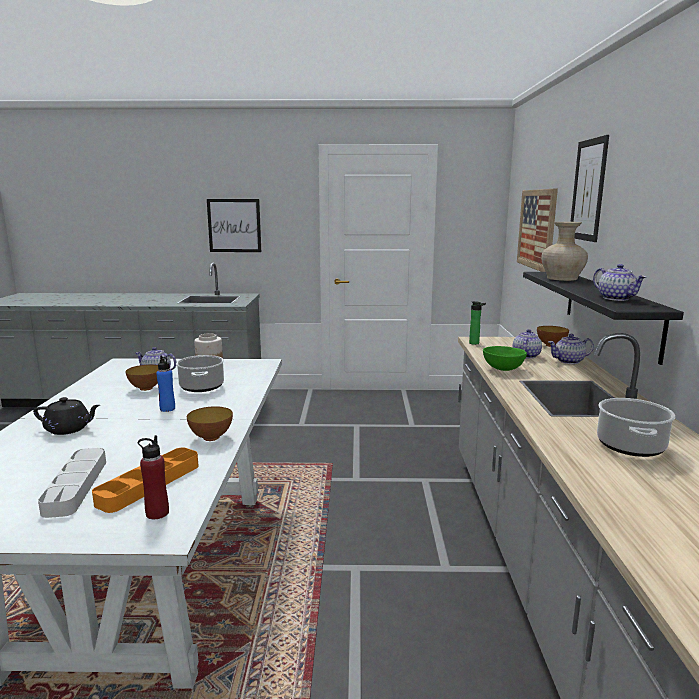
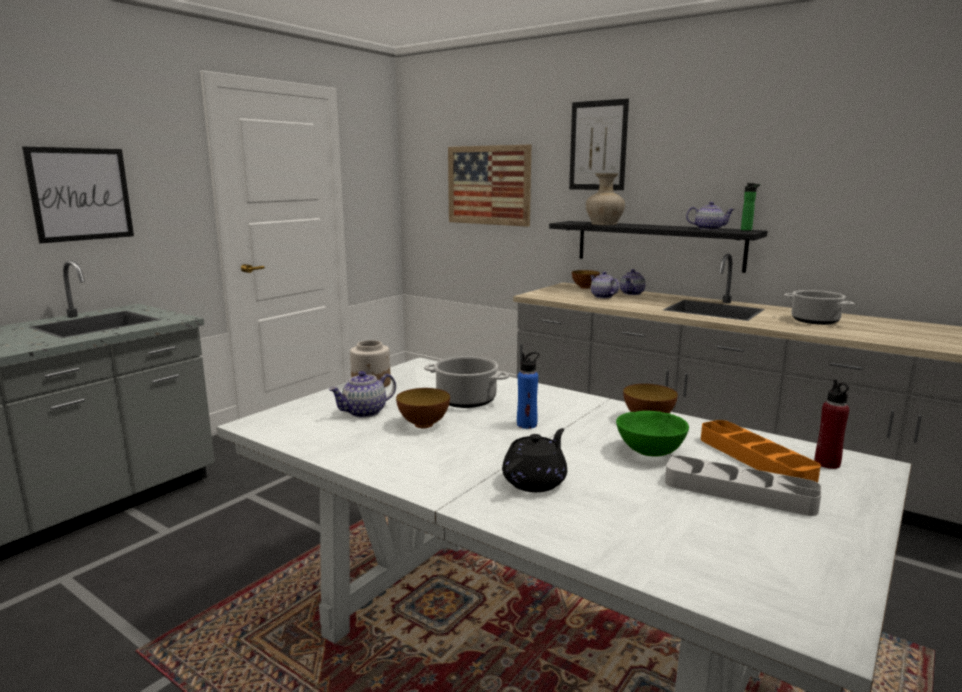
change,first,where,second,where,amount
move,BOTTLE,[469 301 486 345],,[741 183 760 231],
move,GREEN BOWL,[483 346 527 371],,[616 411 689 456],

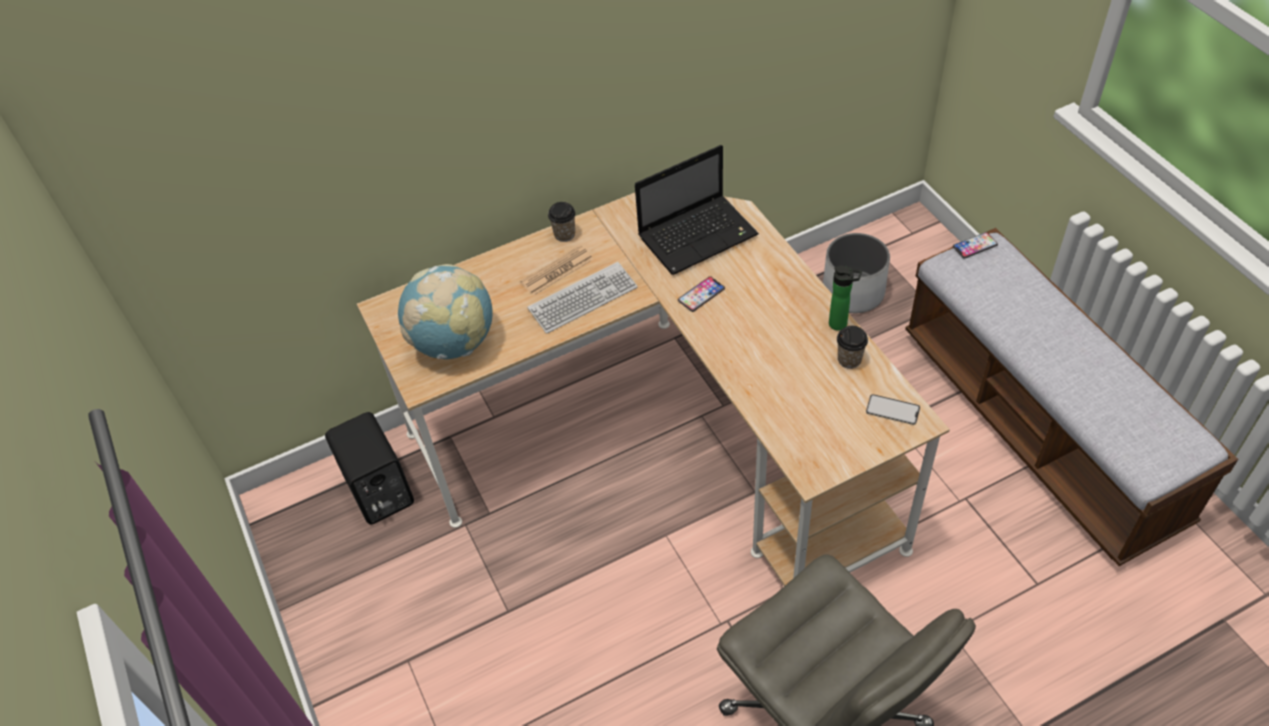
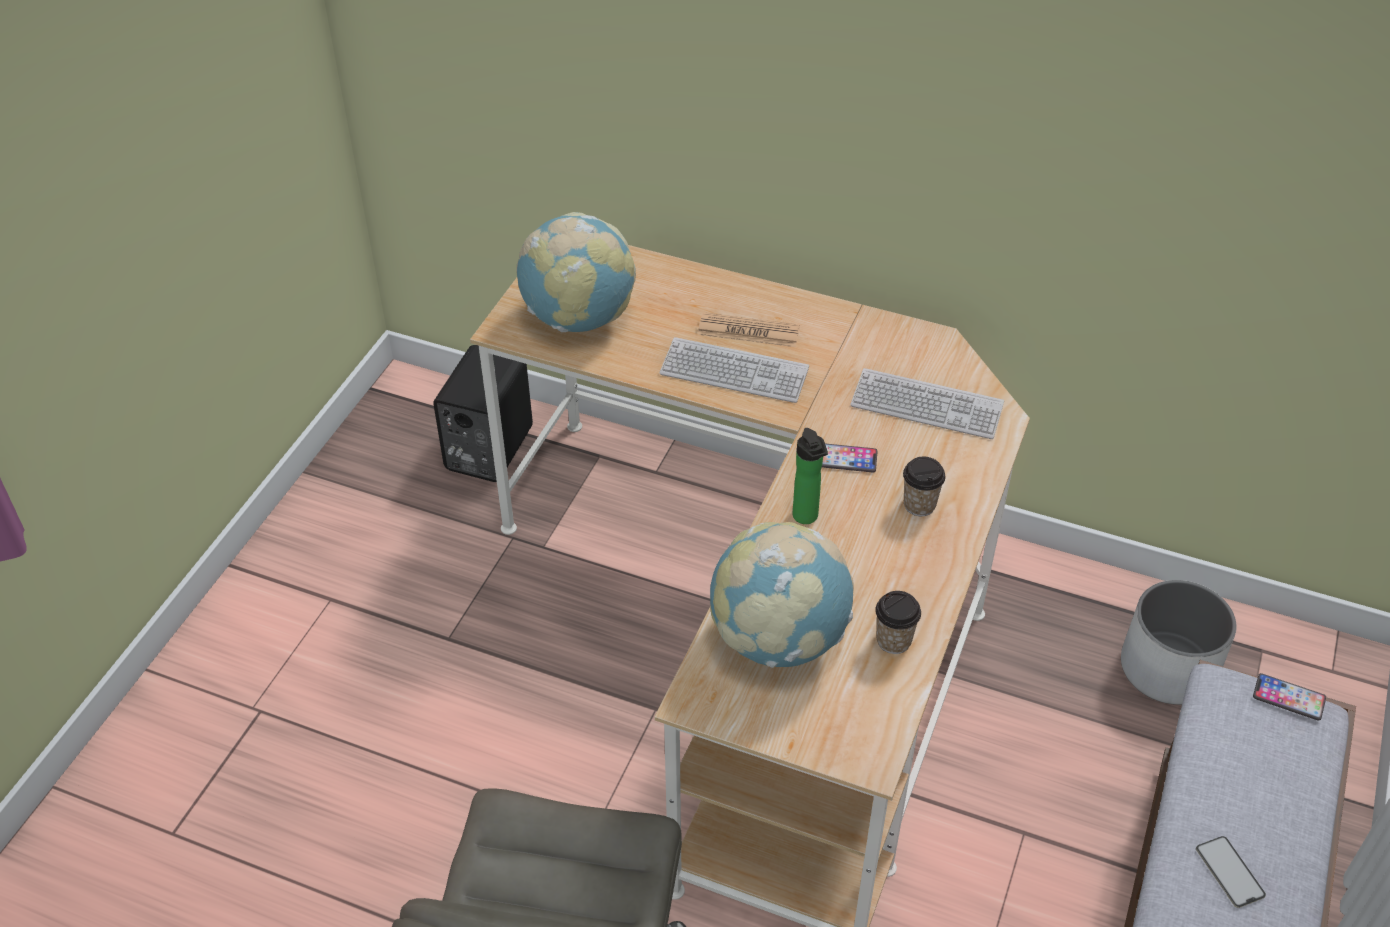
change,first,where,second,where,amount
insert,,,GLOBE,[710 522 854 668],
move,CUP,[548 202 575 242],,[903 457 945 516],
move,BOTTLE,[829 265 862 331],,[792 428 828 524],
move,PHONE,[866 394 920 425],,[1196 836 1266 908],
replace,LAPTOP,[635 145 759 275],KEYBOARD,[850 368 1004 439],

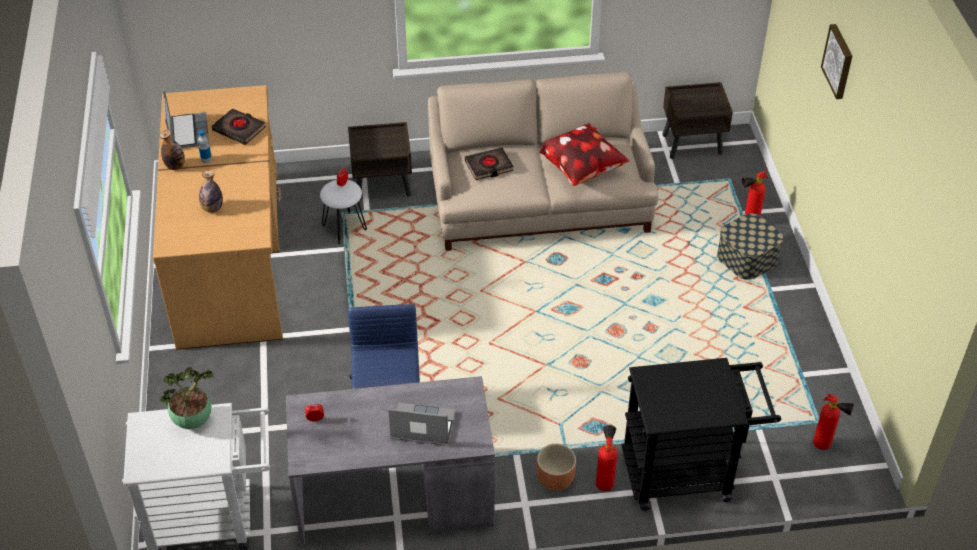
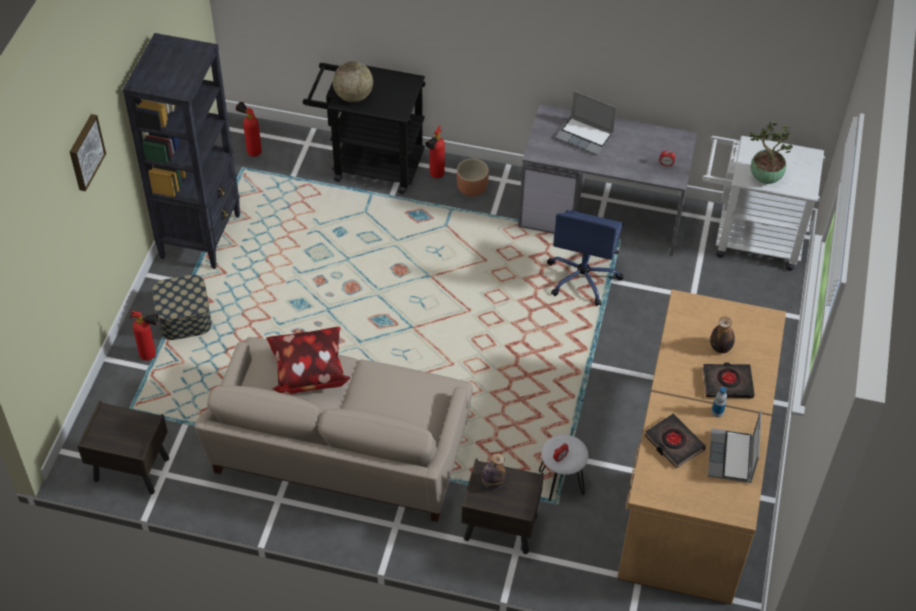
change,first,where,second,where,amount
insert,,,BLACK BOOKCASE,[123 33 240 269],
insert,,,GLOBE,[333 61 373 102],
move,BOTTLE,[159 130 185 170],,[482 454 506 490],
move,BLACK BOOK,[464 148 513 180],,[703 362 755 398],

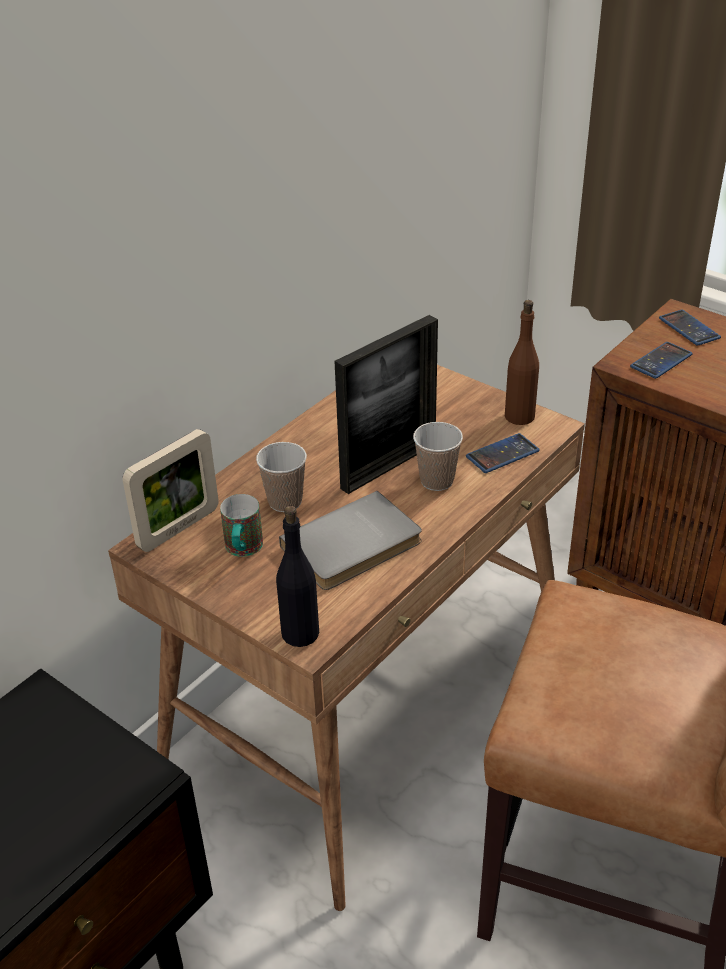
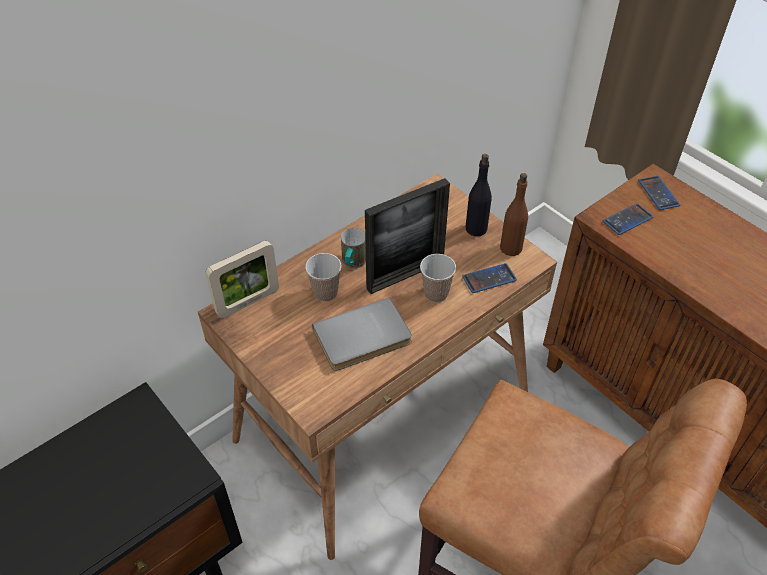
change,first,where,second,where,amount
move,MUG,[220 494 263 557],,[341 228 366 268],
move,BLACK BOTTLE,[276 506 319 647],,[466 154 492 236],

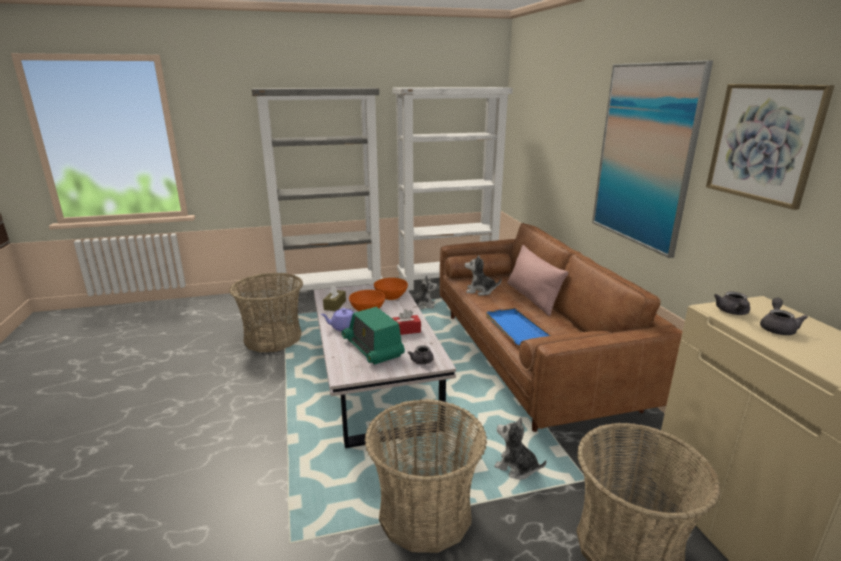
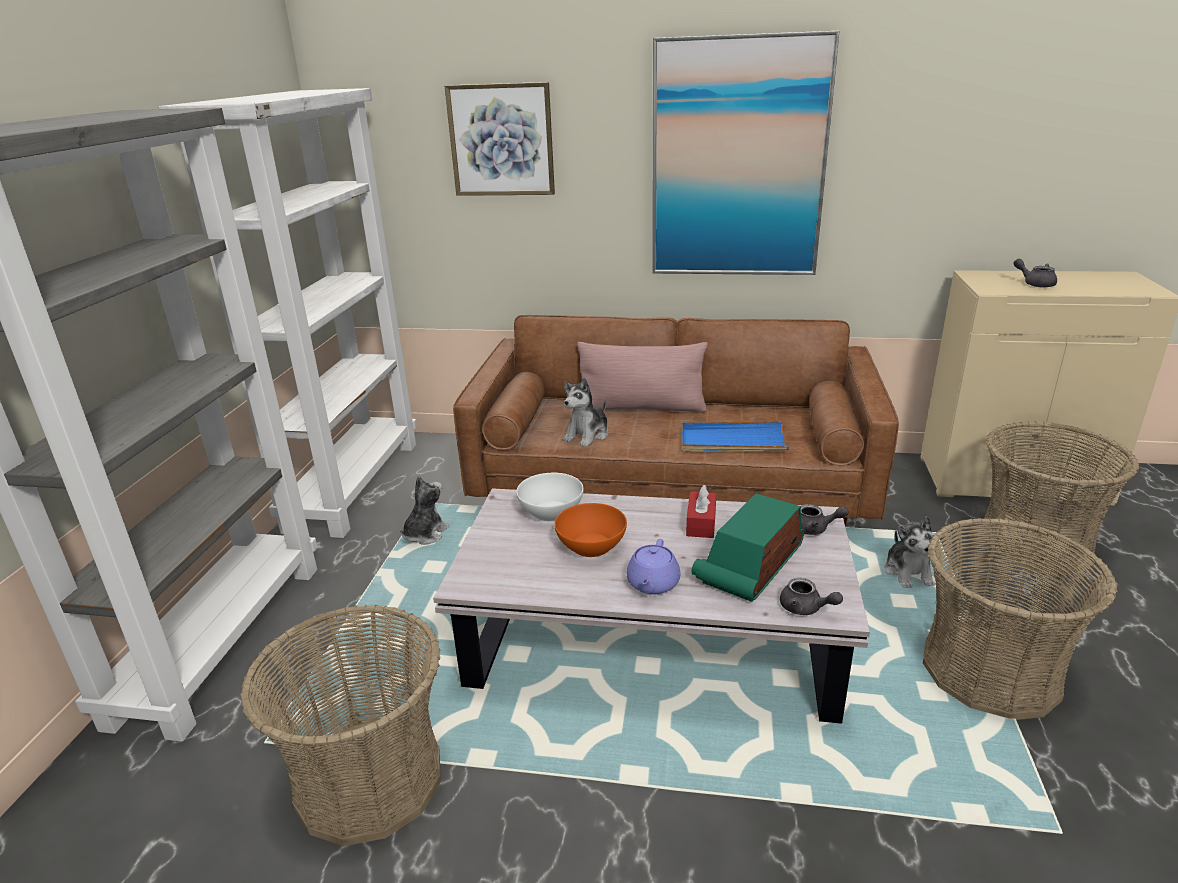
change,first,where,second,where,amount
delete,BROWN TISSUE BOX,[323 285 346 311],,,
move,PICTURE,[706 84 835 210],,[445 82 555 196],
move,GREY TEAPOT,[714 291 750 315],,[780 578 843 615],
recolor,ORANGE BOWL,[374 278 408 300],WHITE BOWL,[516 473 584 521],
rotate,RADIO,[342 307 405 365],,[692 494 804 602],135 degrees clockwise
rotate,PLUSH TOY,[494 417 547 479],,[884 516 935 588],60 degrees counterclockwise

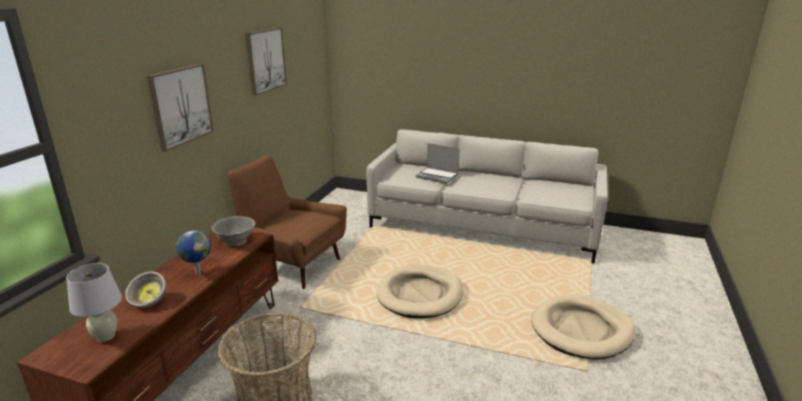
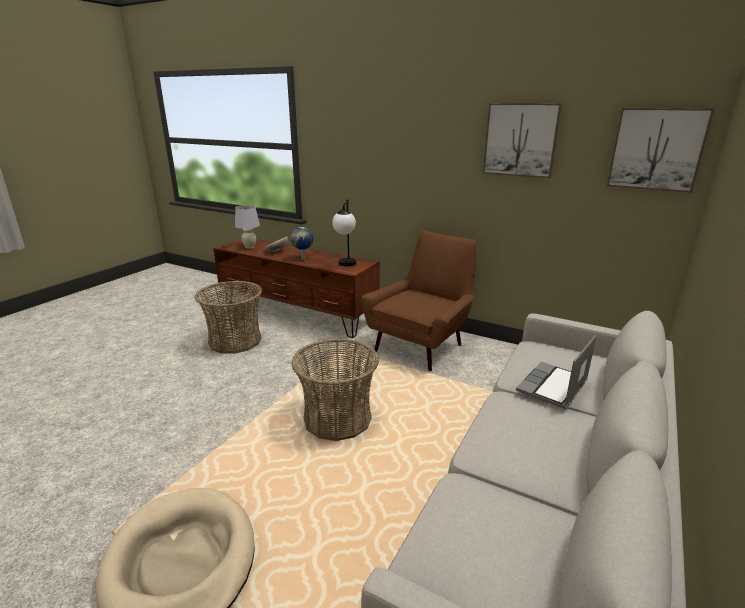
change,first,where,second,where,amount
move,PICTURE,[147 64 214 151],,[607 108 714 193],
replace,GREY BOWL,[212 216 256 247],TABLE LAMP,[332 199 356 266],
replace,BEIGE DOG BED,[377 264 463 319],BASKET,[291 339 379 441],

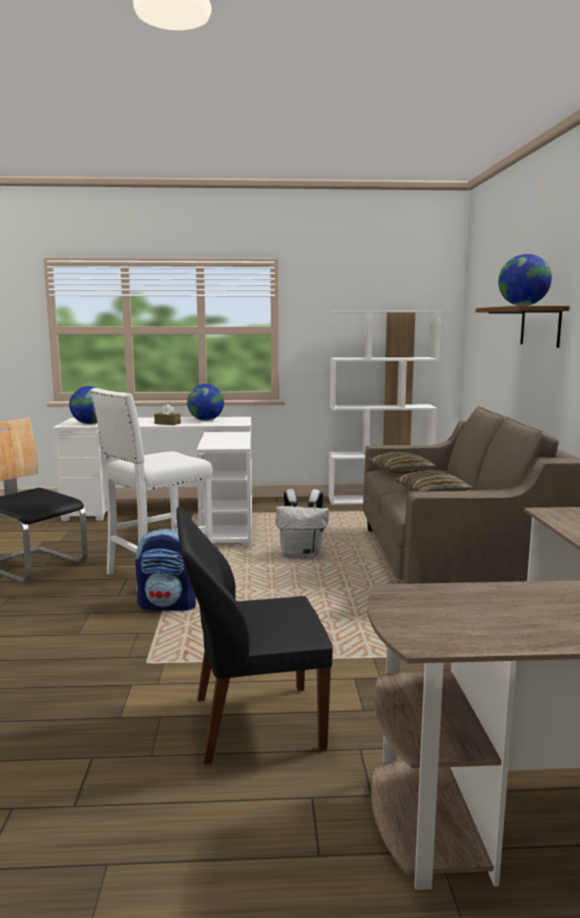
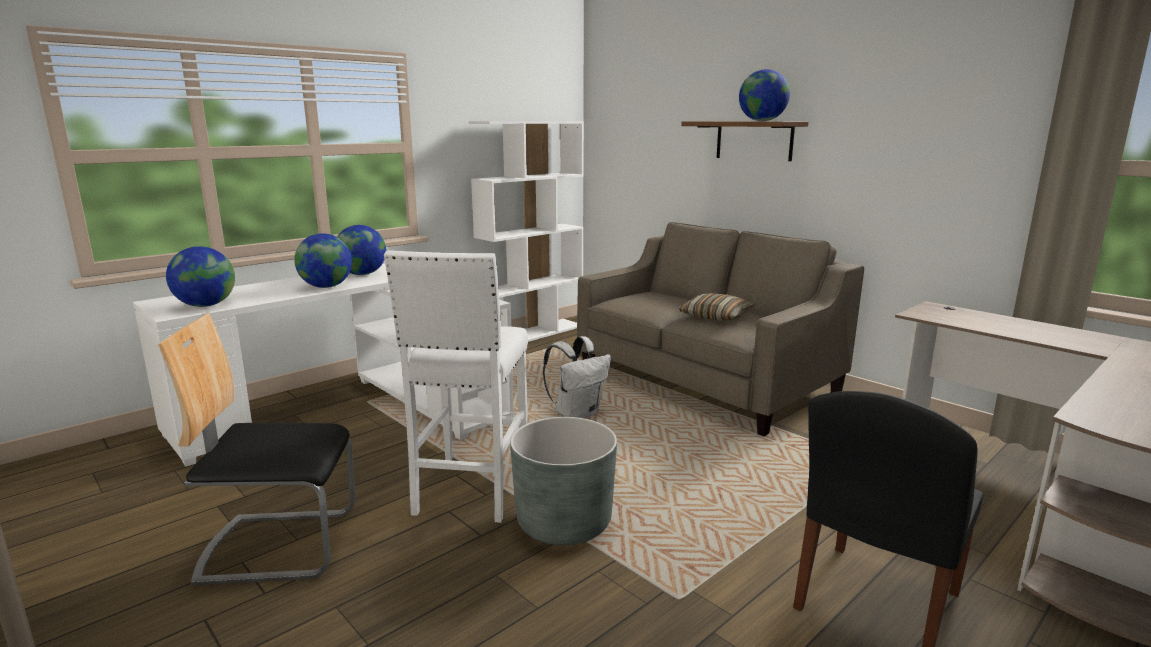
change,first,where,second,where,amount
delete,PILLOW,[369 452 436 474],,,
replace,BACKPACK,[136 529 196 611],GREY PLANTER,[510 417 617 545],
replace,BROWN TISSUE BOX,[154 404 181 425],GLOBE,[294 233 352 288],

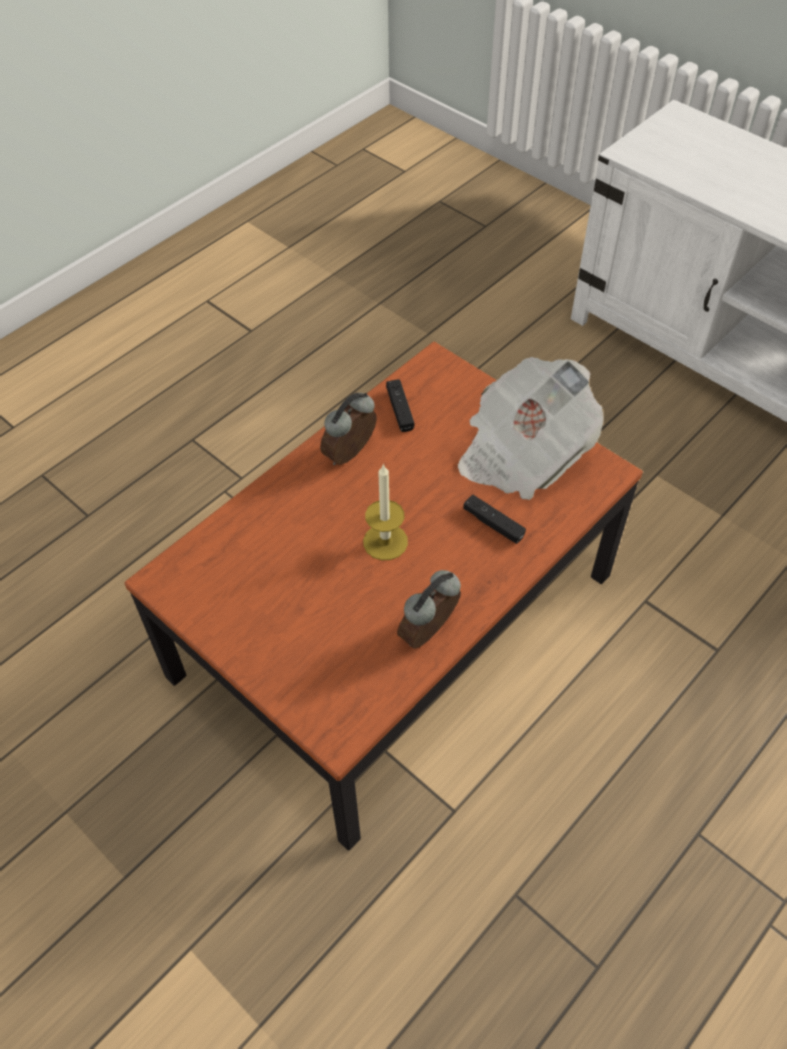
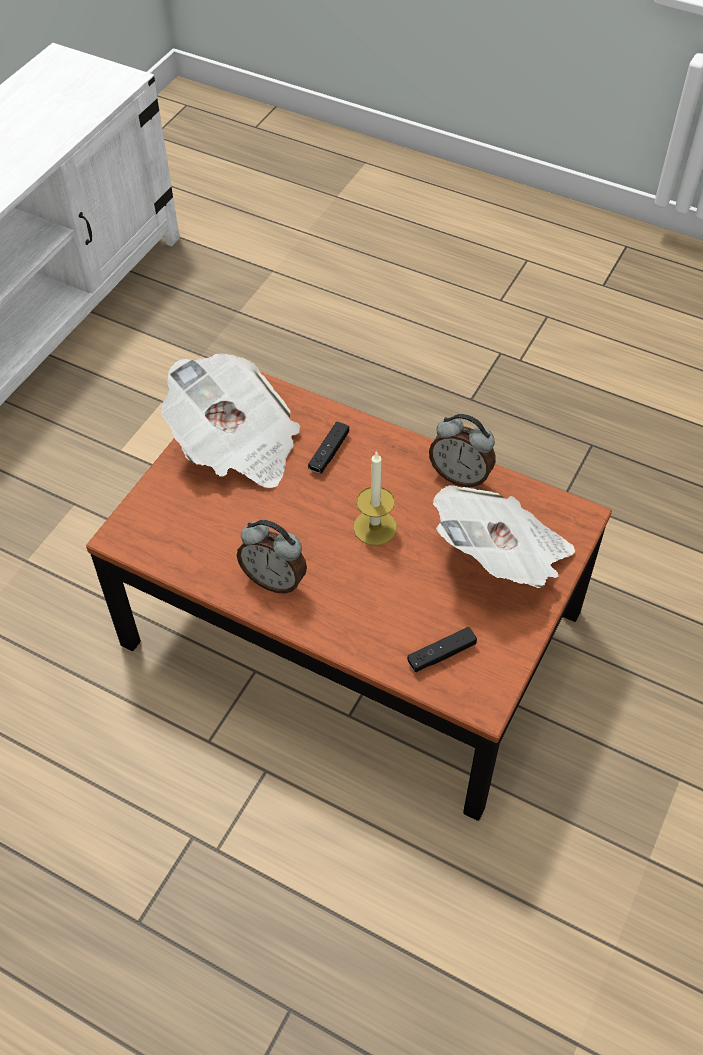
change,first,where,second,where,amount
insert,,,NEWSPAPER,[433 485 575 588],
move,BLACK GAME CONTROLLER,[386 379 414 432],,[407 627 477 672],

